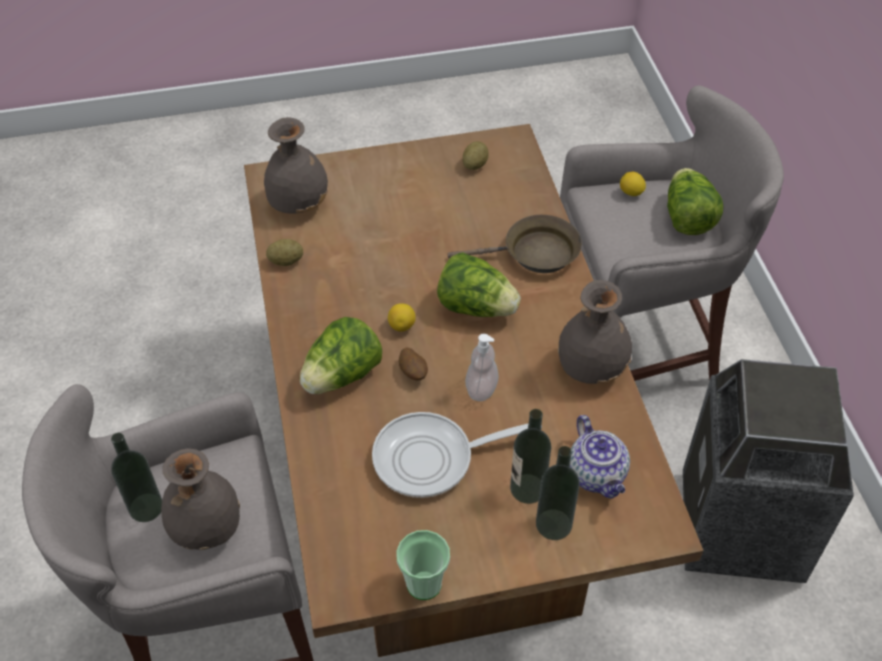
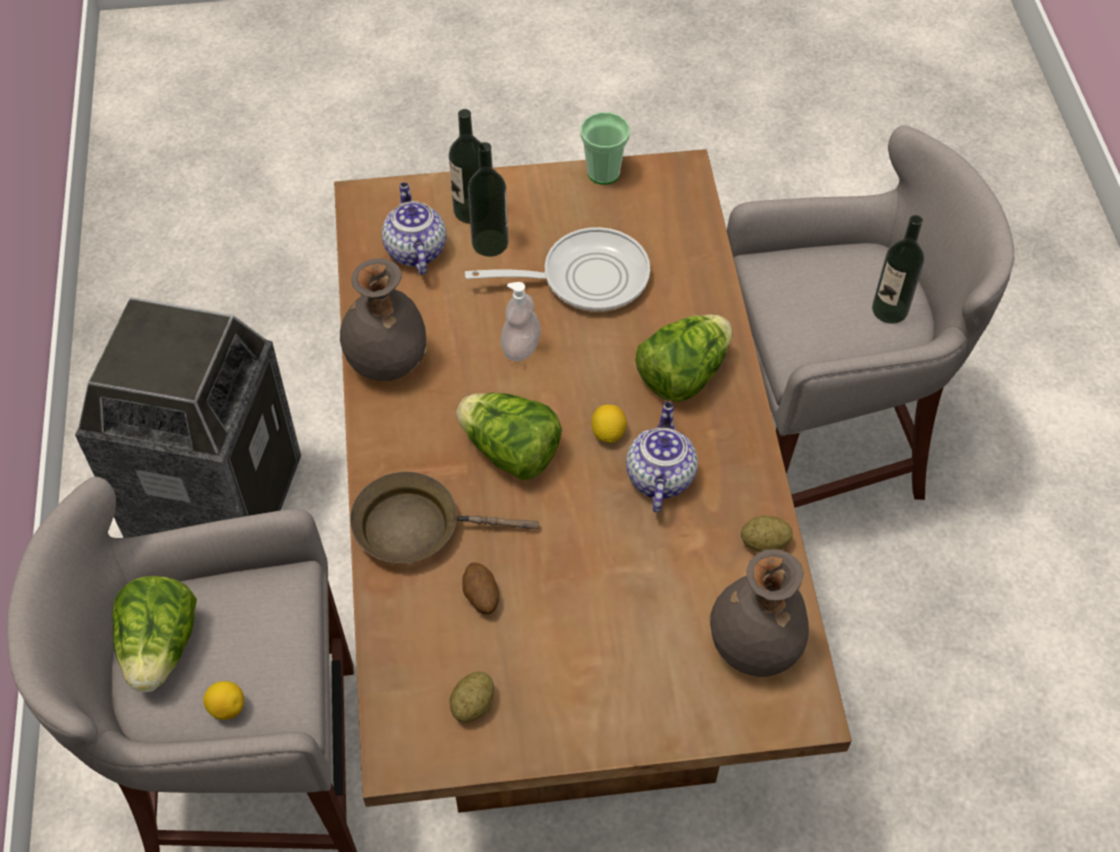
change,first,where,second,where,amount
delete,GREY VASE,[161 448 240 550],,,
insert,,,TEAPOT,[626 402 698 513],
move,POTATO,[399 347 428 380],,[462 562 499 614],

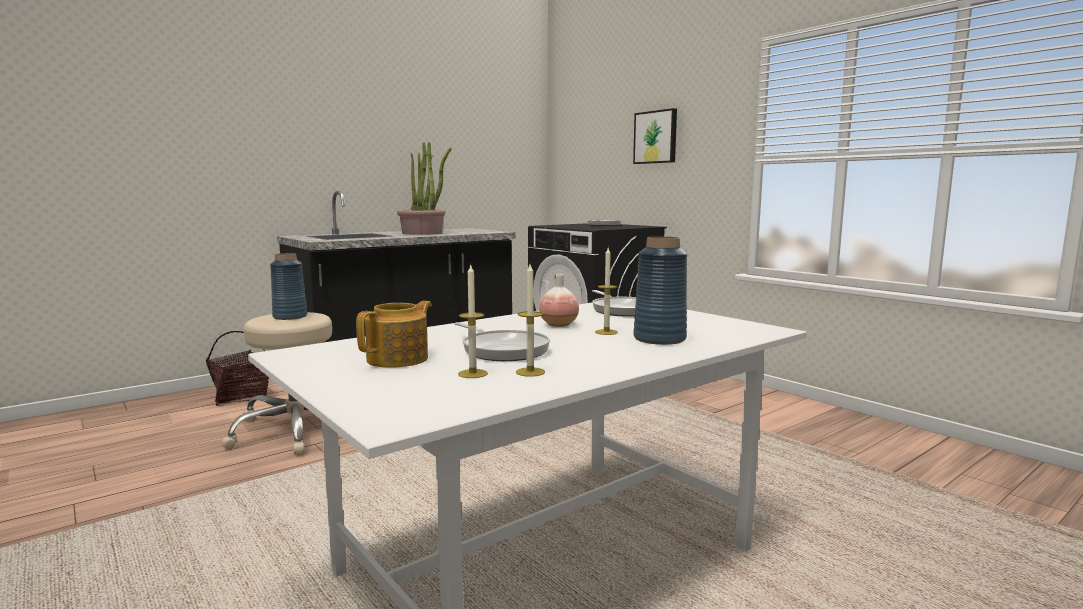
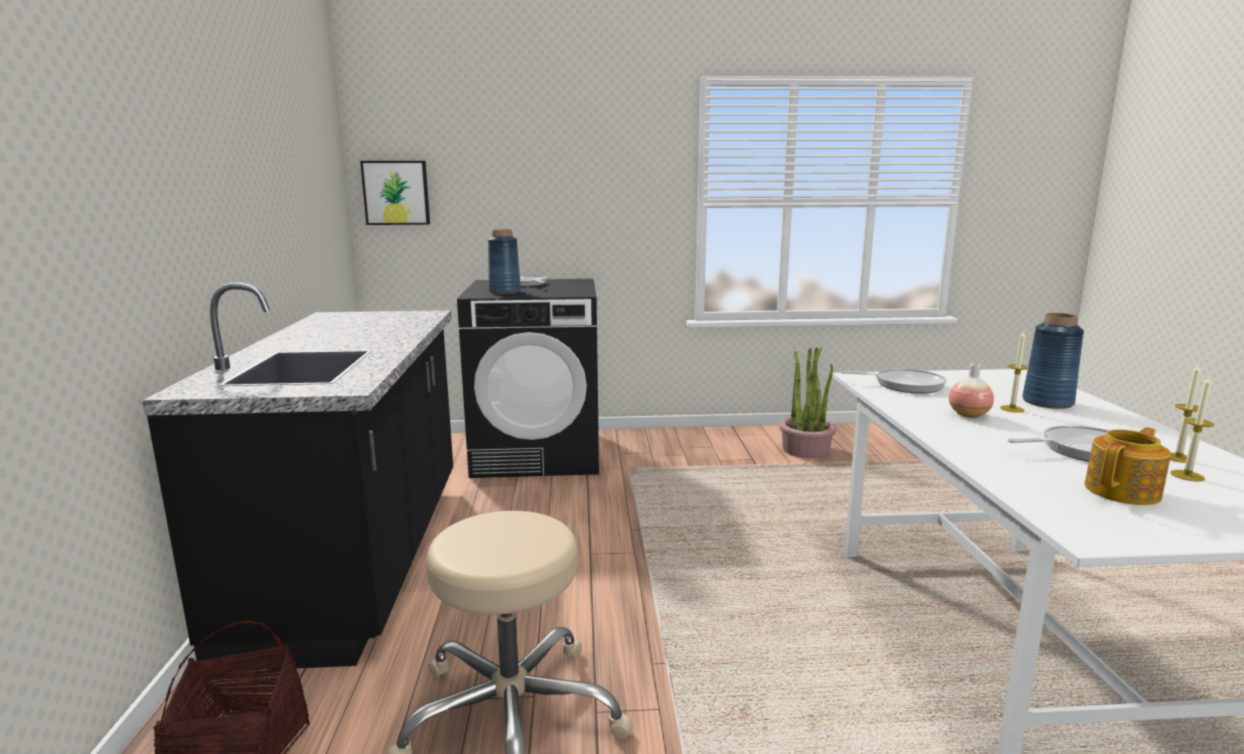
change,first,where,second,where,amount
move,BLUE VASE,[270 253 307 320],,[488 229 521 294],
move,POTTED PLANT,[397 142 451 235],,[779 347 837 458],
move,PICTURE,[633 108 677 164],,[360 161 430 225],
rotate,TEAPOT,[356 301 432 368],,[1085 427 1171 505],75 degrees clockwise

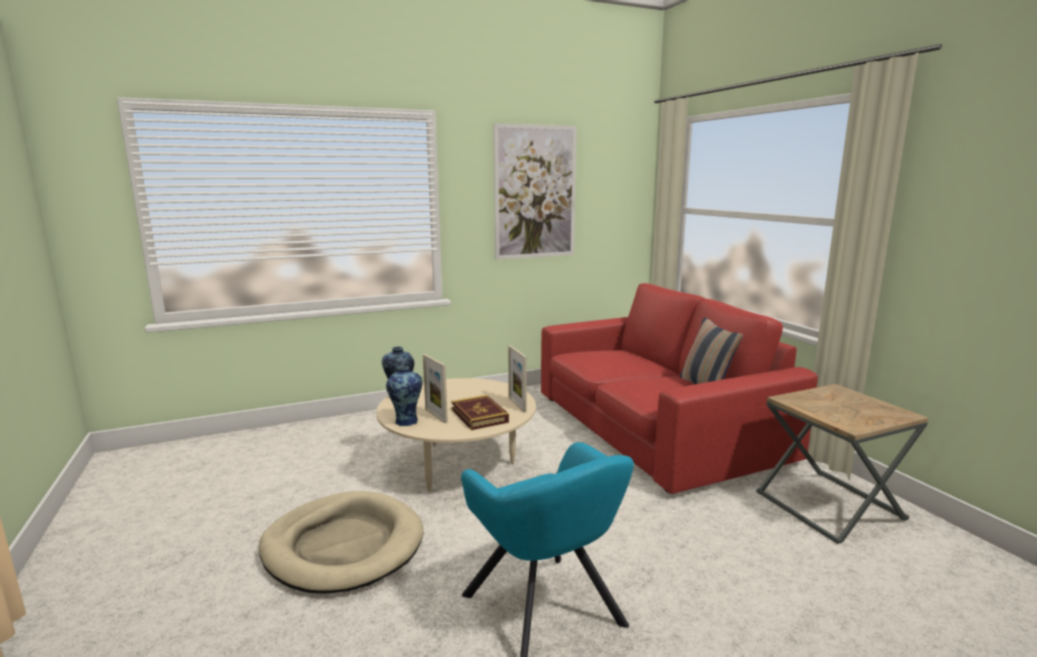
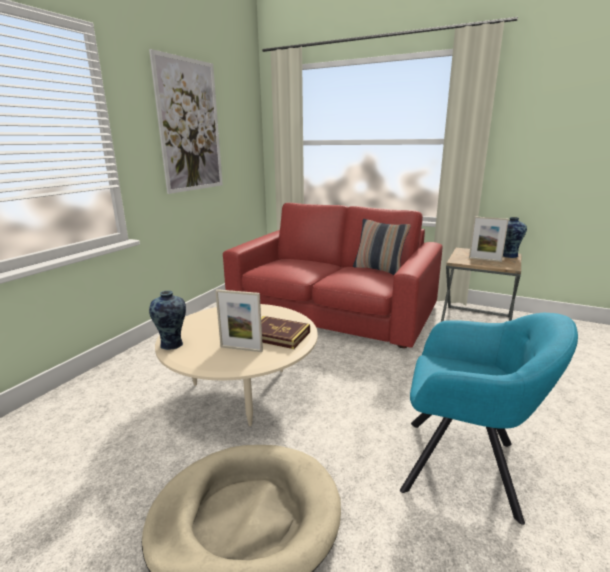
change,first,where,second,where,amount
move,VASE,[386 366 423 426],,[503 217 527 258],
move,PICTURE FRAME,[508 345 527 413],,[469 216 509 262],

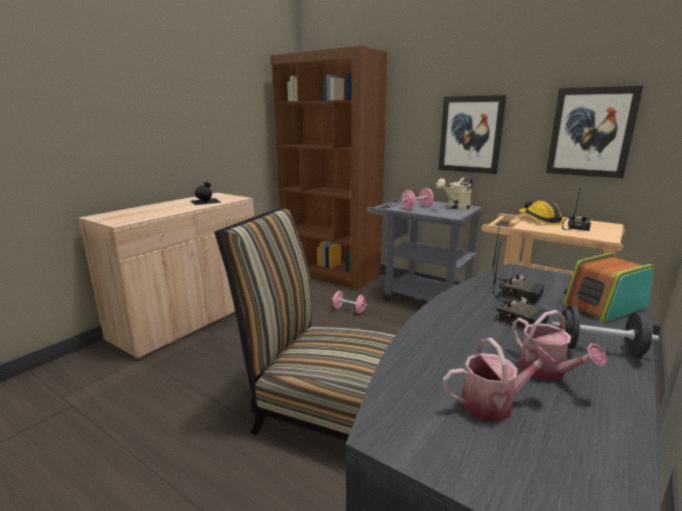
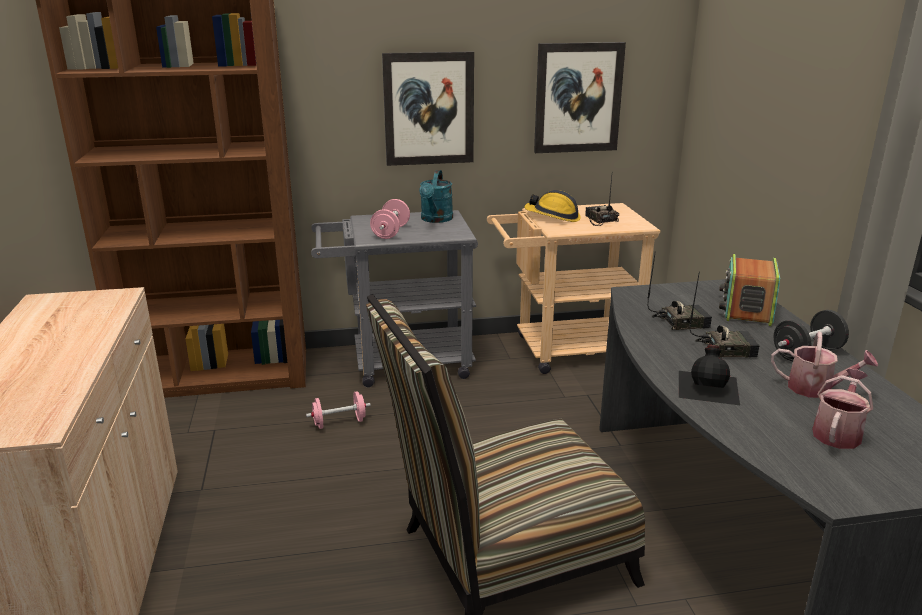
change,first,where,second,where,amount
move,BLACK BOTTLE,[191 182 222 205],,[679 345 740 405],
recolor,BEIGE WATERING CAN,[436 176 473 210],TURQUOISE WATERING CAN,[419 170 453 223],

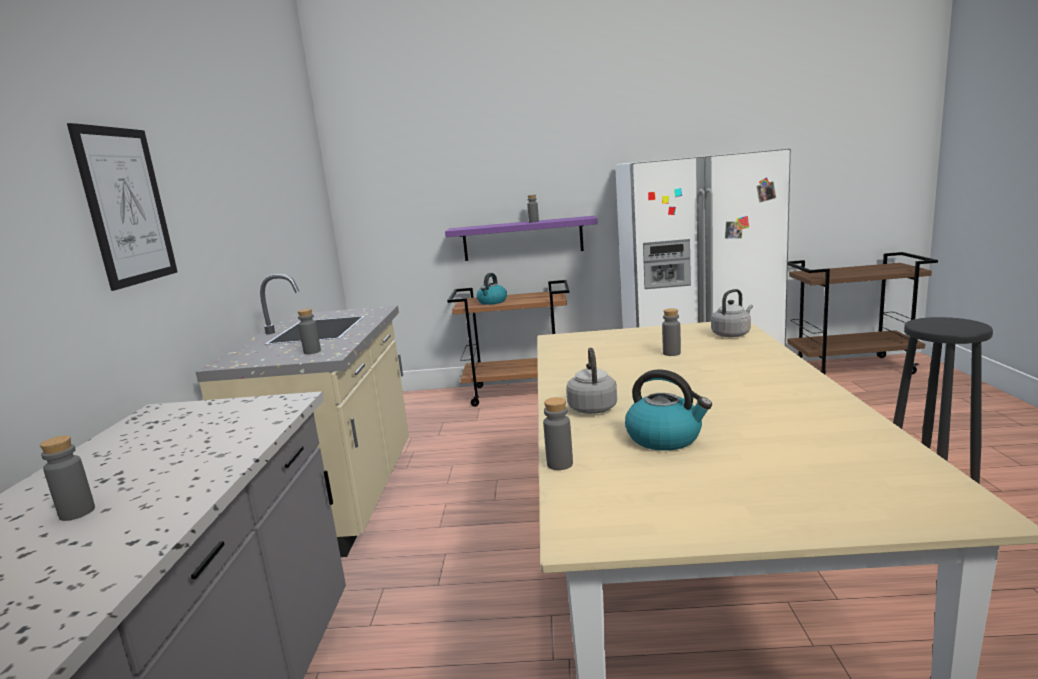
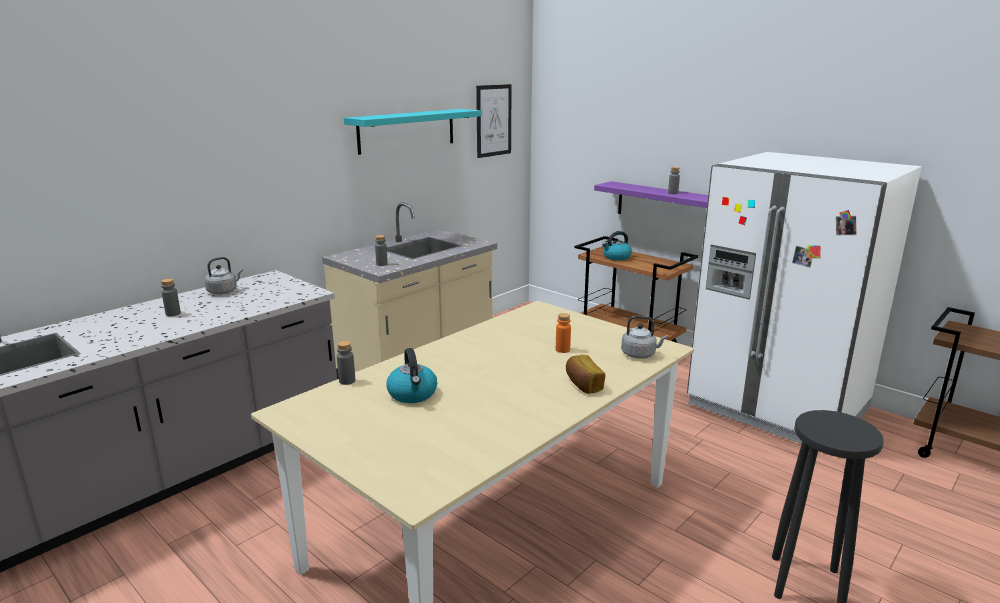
change,first,where,second,where,amount
insert,,,TURQUOISE SHELF,[344 109 482 155],
insert,,,BREAD,[566 355 605 394],
move,PICTURE,[67 123 178 291],,[476 84 512 158],
move,GREY KETTLE,[566 348 617 414],,[205 257 243 294],
recolor,GREY BOTTLE,[662 308 681 356],ORANGE BOTTLE,[556 313 571 353],

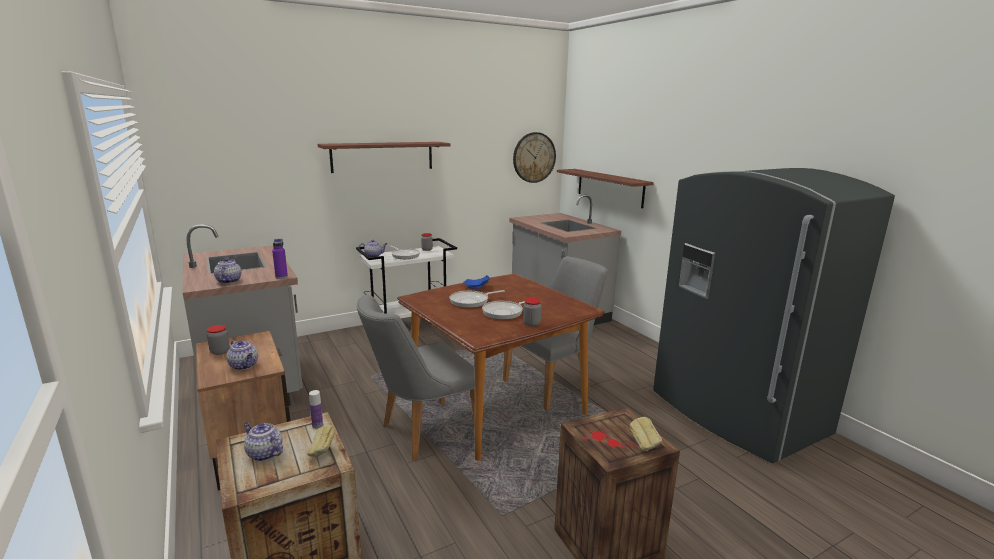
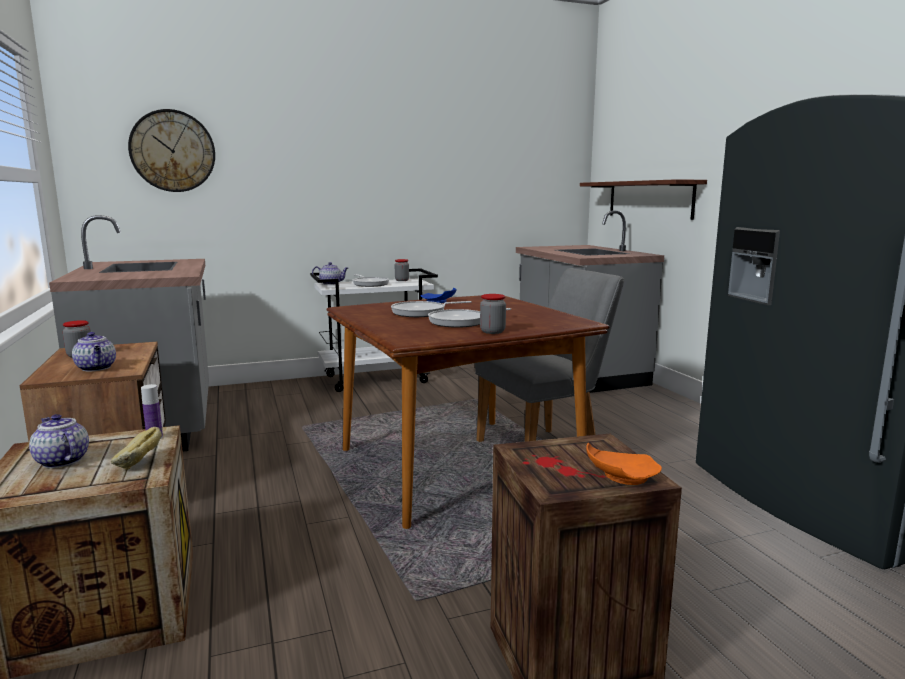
change,first,where,second,where,amount
delete,TEAPOT,[214 258 242 284],,,
delete,PURPLE BOTTLE,[272 239 288 278],,,
delete,SHELF,[318 142 451 173],,,
delete,GREY CHAIR,[356 295 475 461],,,
move,WALL CLOCK,[513 132 556 183],,[128 109 215 192],
replace,BREAD,[629 417 662 452],ORANGE PLATE,[586 443 662 485],

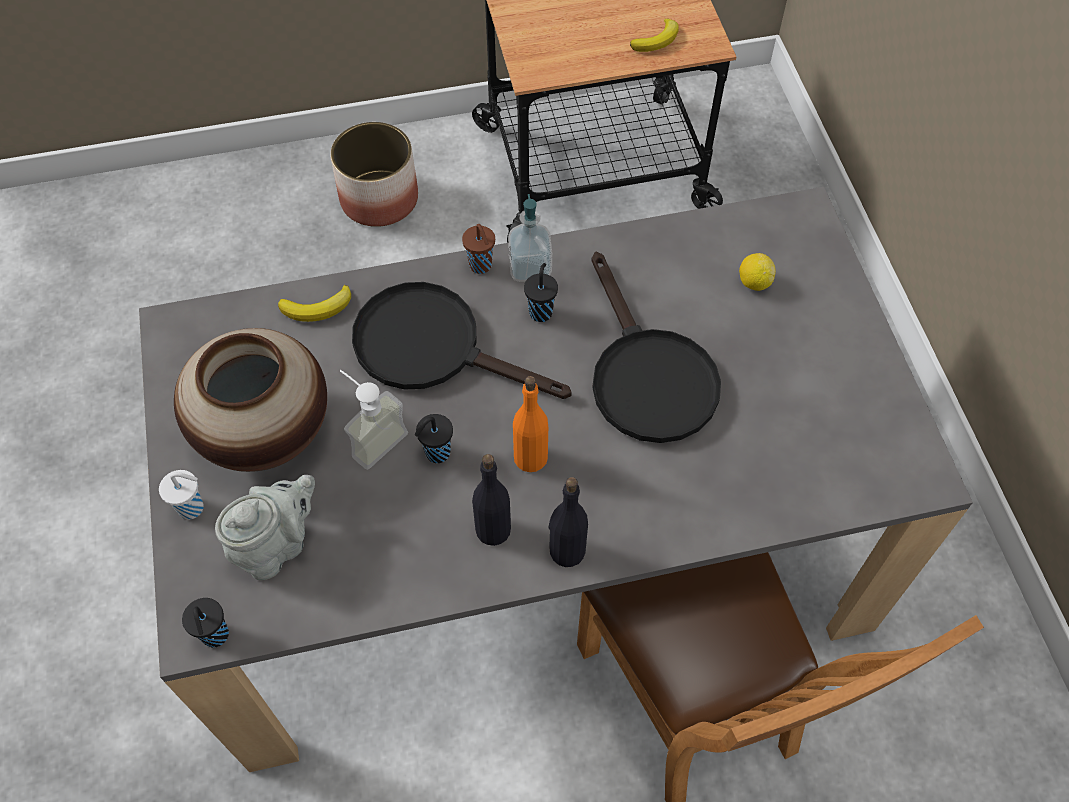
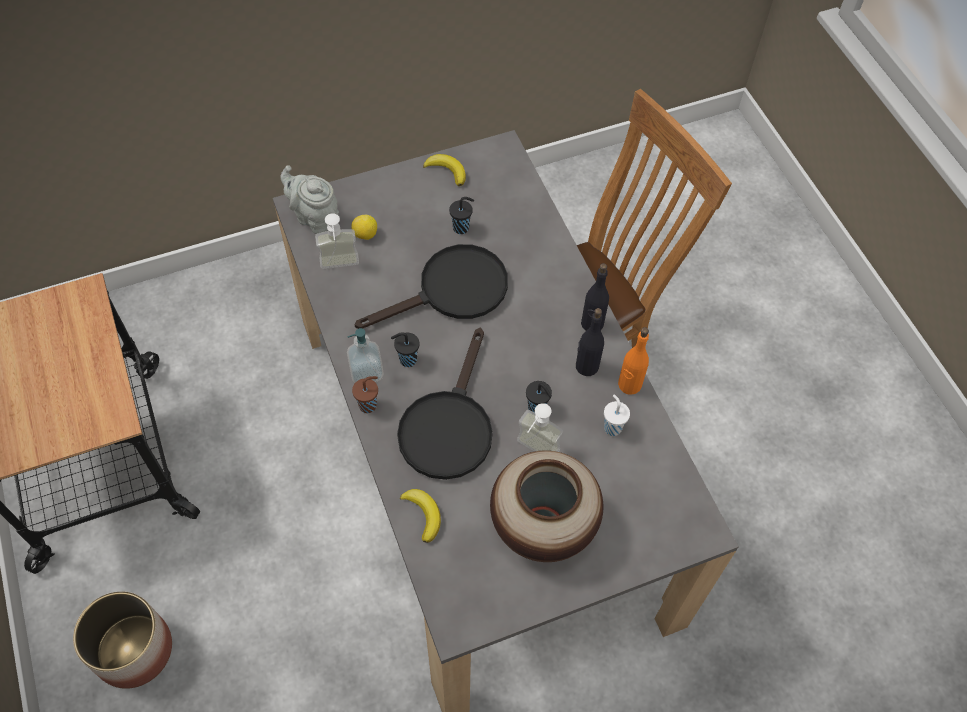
change,first,where,second,where,amount
insert,,,SOAP DISPENSER,[315 213 359 269],
move,WHITE CUP,[159 470 204 519],,[604 395 630 436],
move,BLACK CUP,[182 598 229 647],,[449 197 474 234],
move,GREY TEAPOT,[215 475 315 580],,[280 165 339 234],
move,ORANGE BOTTLE,[513 376 548 472],,[618 327 649 395],
move,BANANA,[630 18 679 52],,[423 154 466 186],

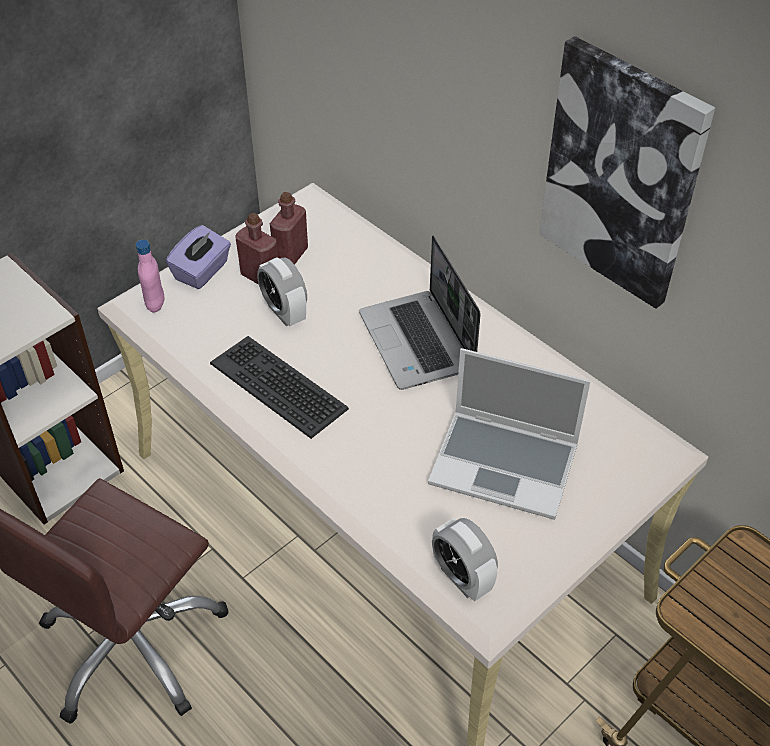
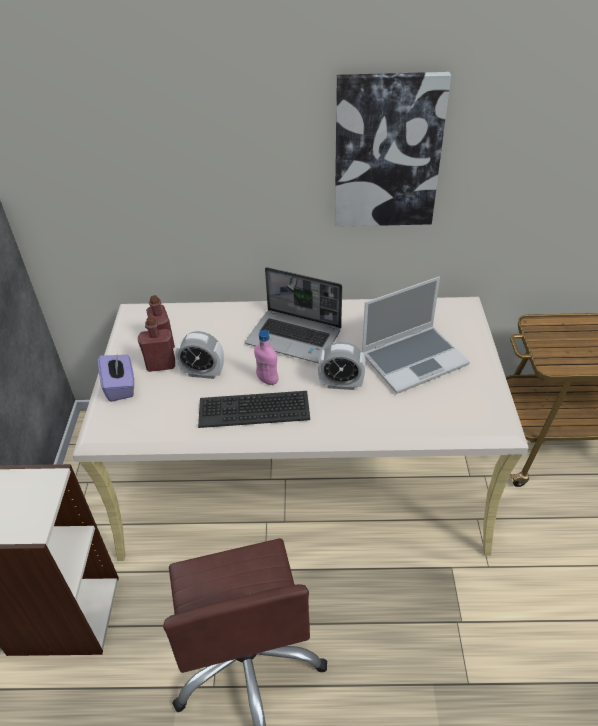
change,first,where,second,where,amount
move,PINK BOTTLE,[136 240 164 313],,[254 330 279 385],
move,ALARM CLOCK,[432 517 498 602],,[318 342 366 390],

